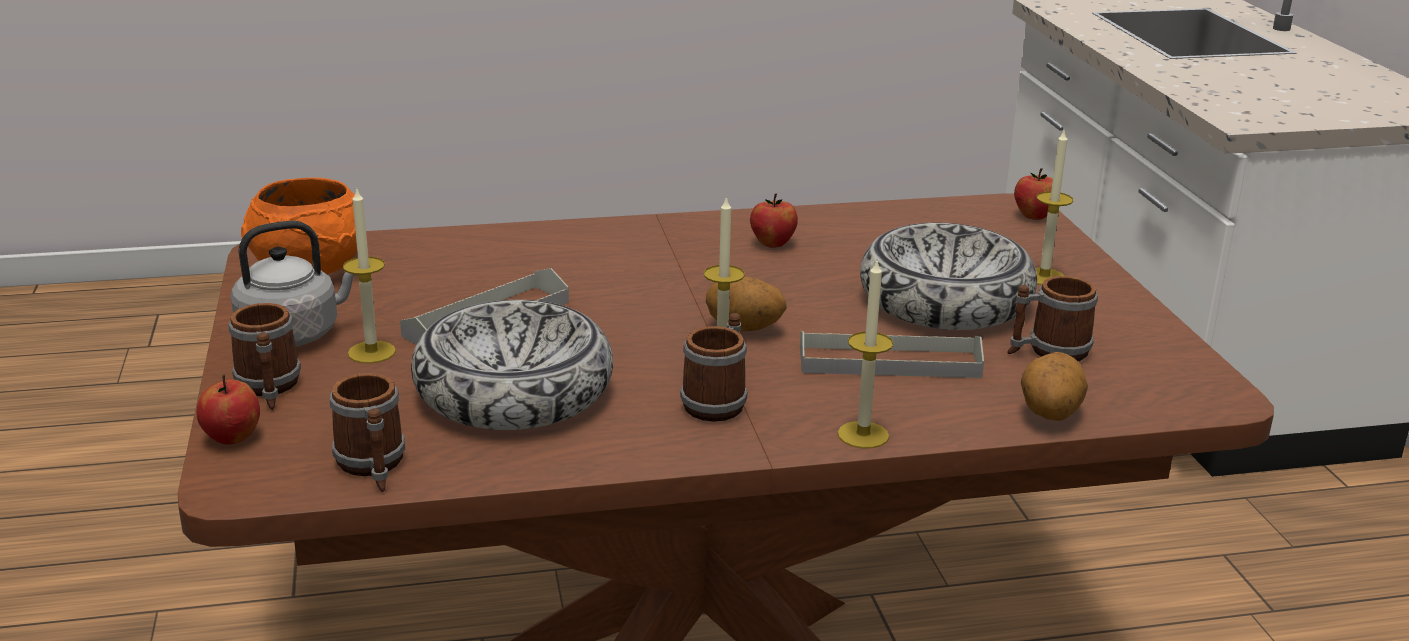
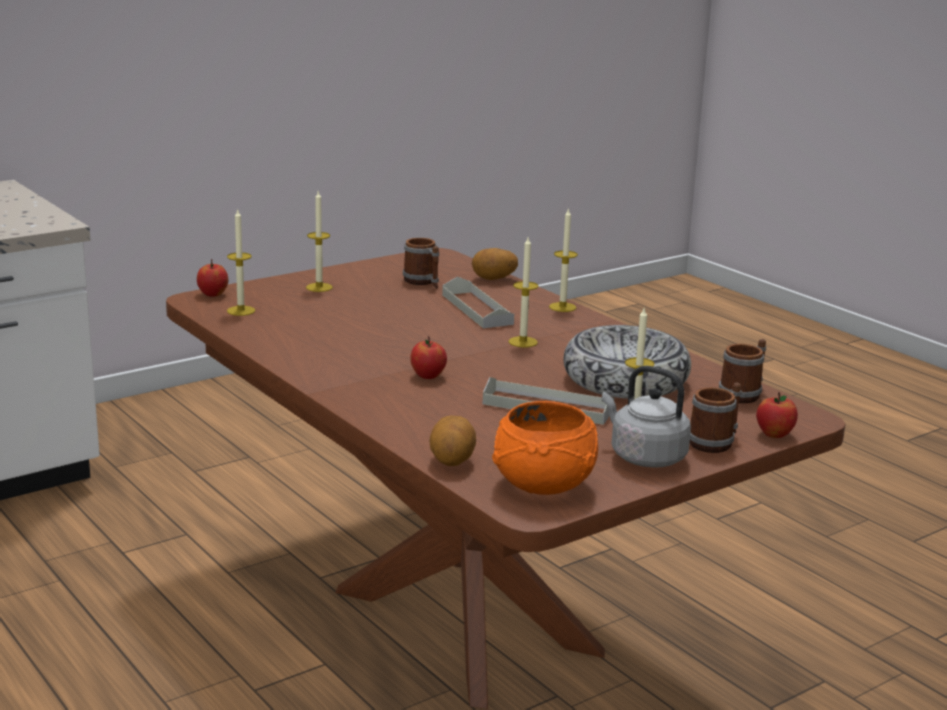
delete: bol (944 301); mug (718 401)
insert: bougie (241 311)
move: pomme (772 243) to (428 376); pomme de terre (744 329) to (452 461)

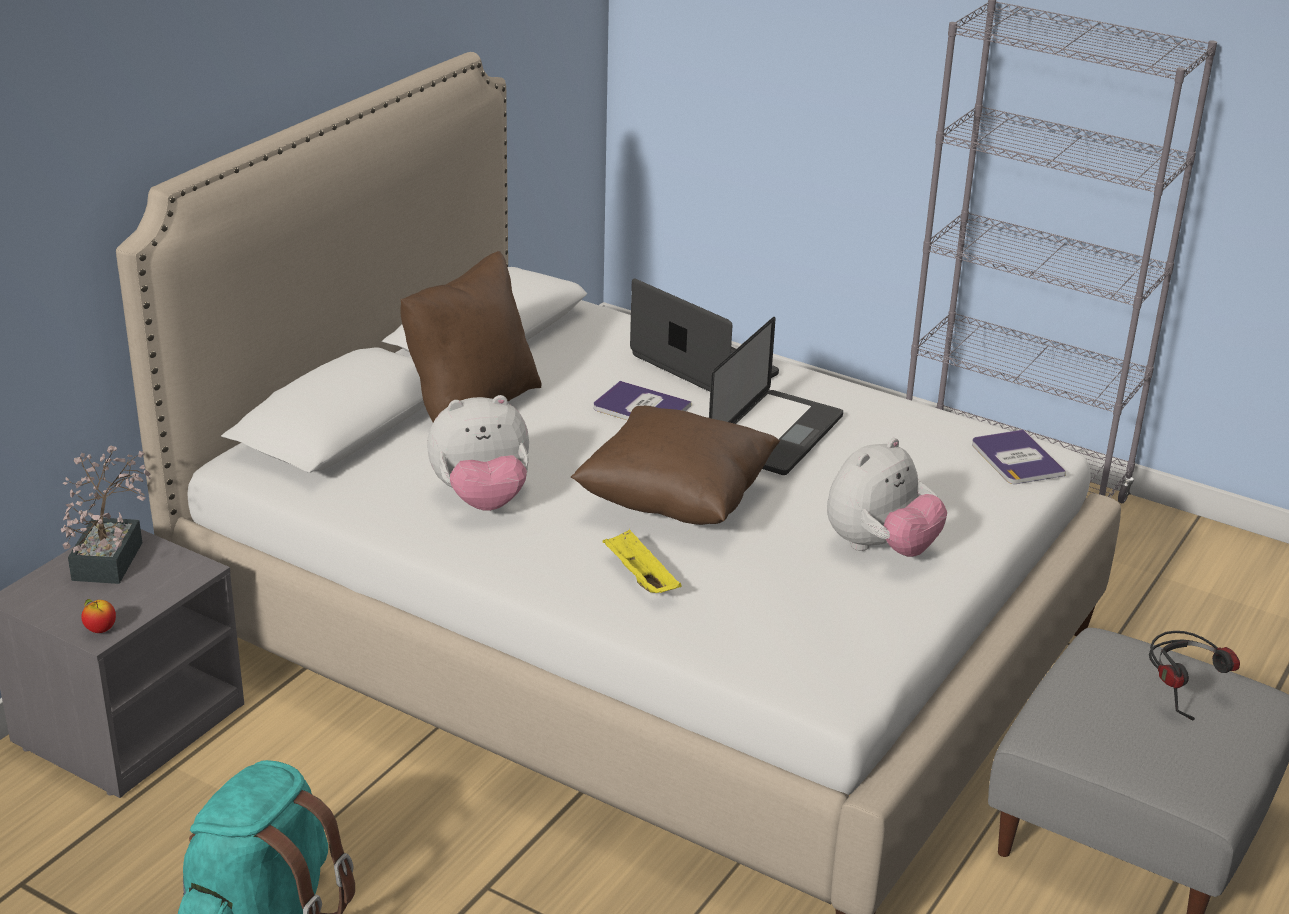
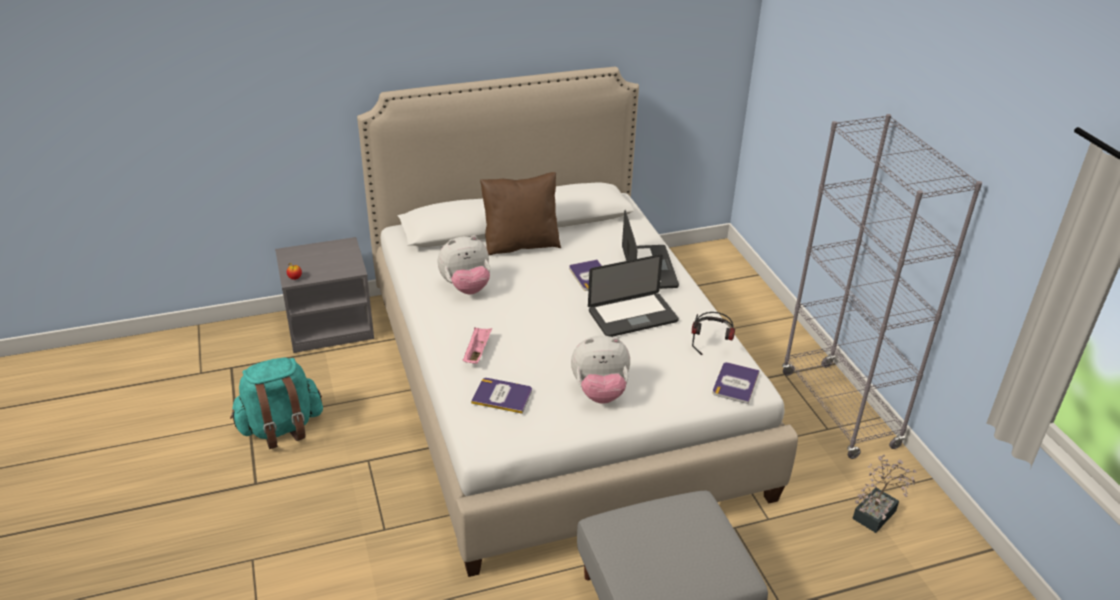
delete: coussin/marron (675 502)
insert: livre (502 396)
move: plante en pot (112 555) to (877 512); casque audio (1180 695) to (711 344)
recolor: plateau/jaune (639 578) to plateau/rose (477 352)
rotate: peluche (482 499) = (466 288) 45 degrees counterclockwise

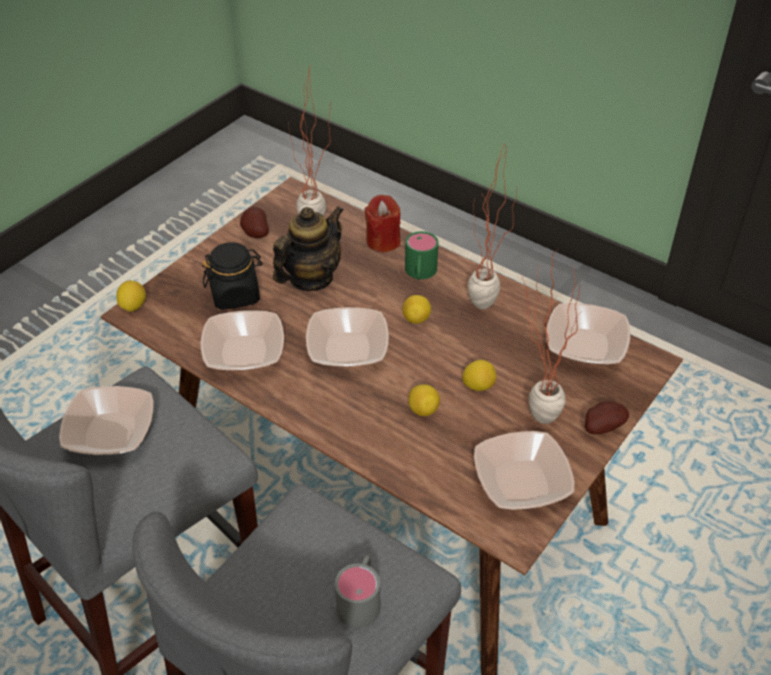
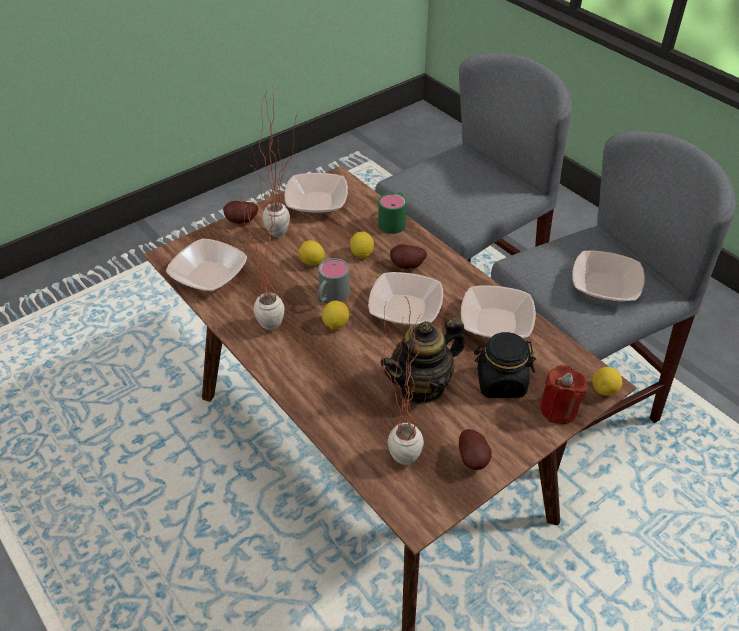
insert: pomme de terre (407 267)
move: bougie/rouge (383 241) to (558 409); mug/vert (420 273) to (394 221); mug/gris (361 598) to (330 297)

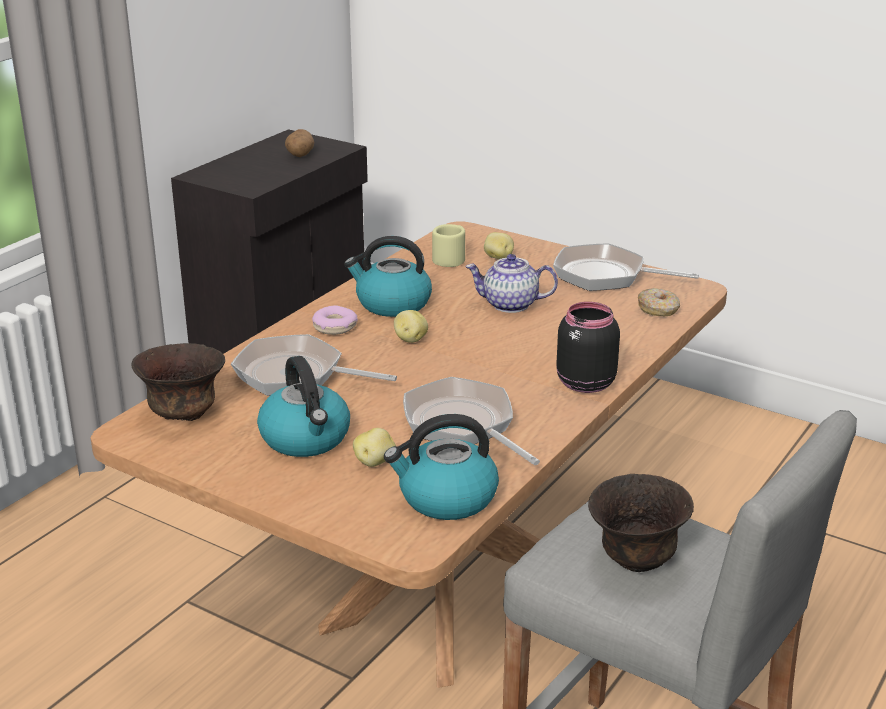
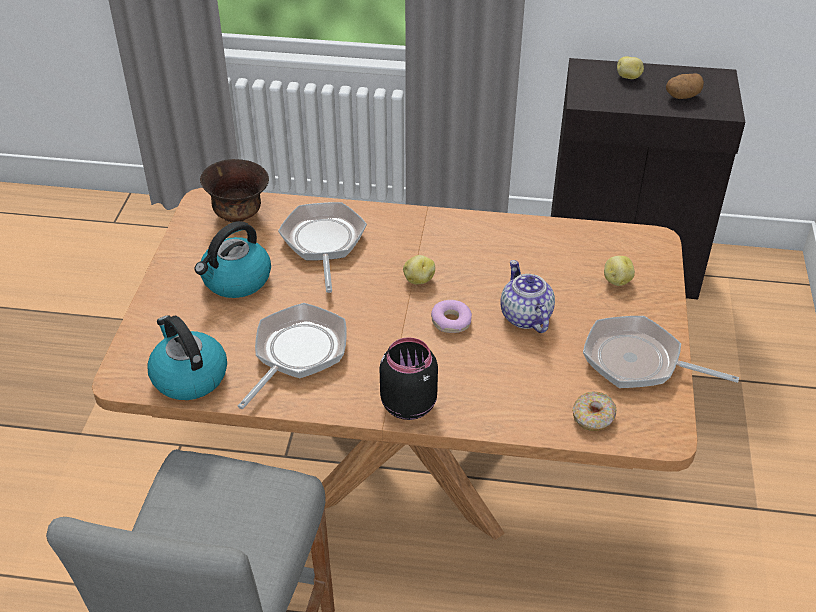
delete: mug/beige (451 258); bouilloire (392 304); bol/marron (636 560)
move: beignet (335 327) to (451 322); pomme de terre (375 462) to (628 77)
rotate: poêle (606 276) = (638 361) 60 degrees counterclockwise

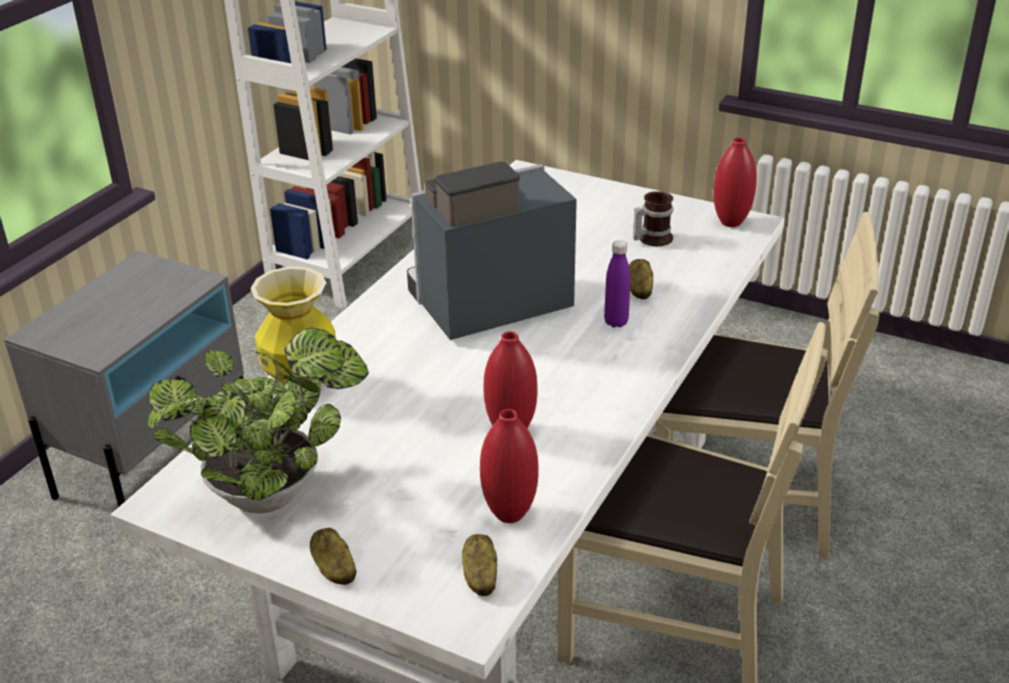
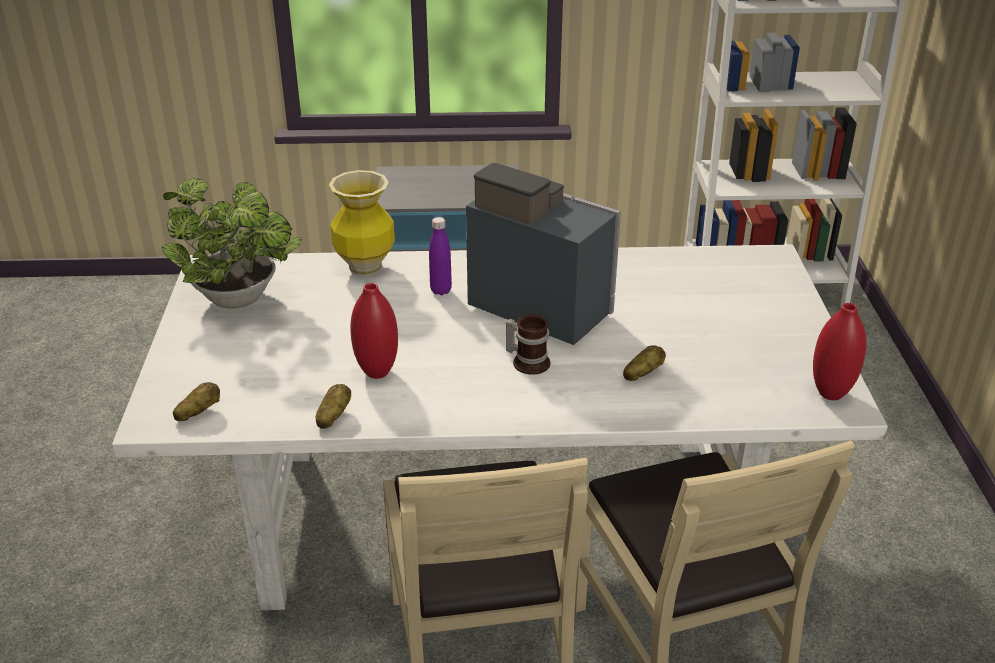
delete: vase/rouge (509 514)
move: mug (651 238) to (529 361); bouteille/violet (616 322) to (441 290); pomme de terre (334 569) to (333 417)

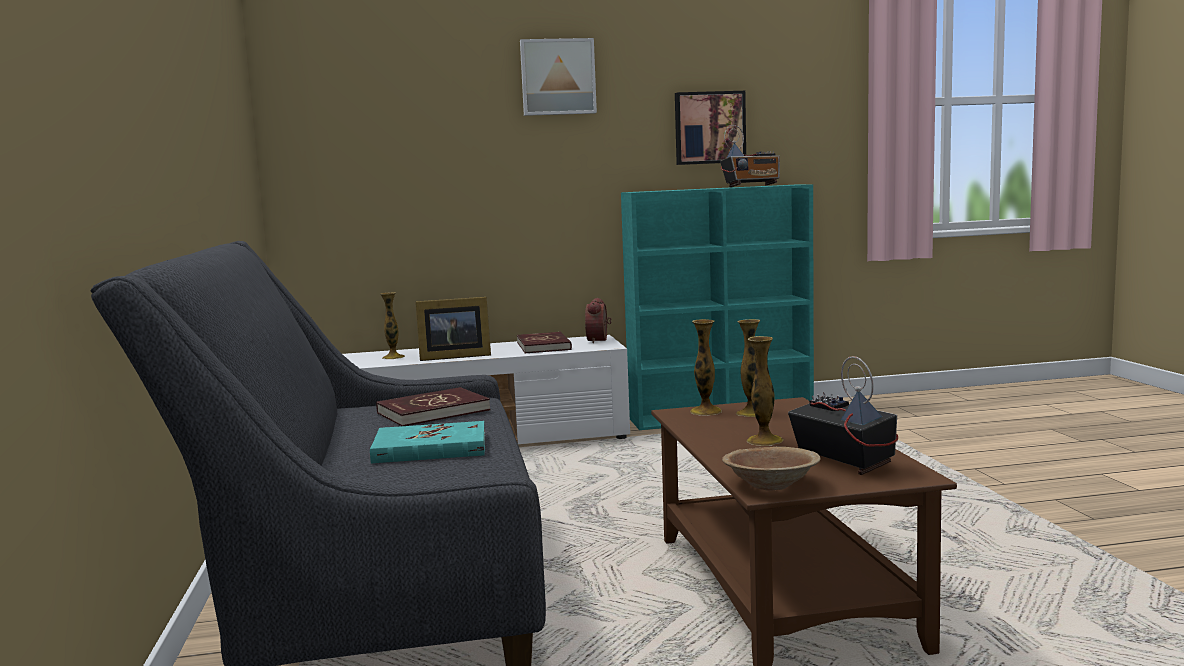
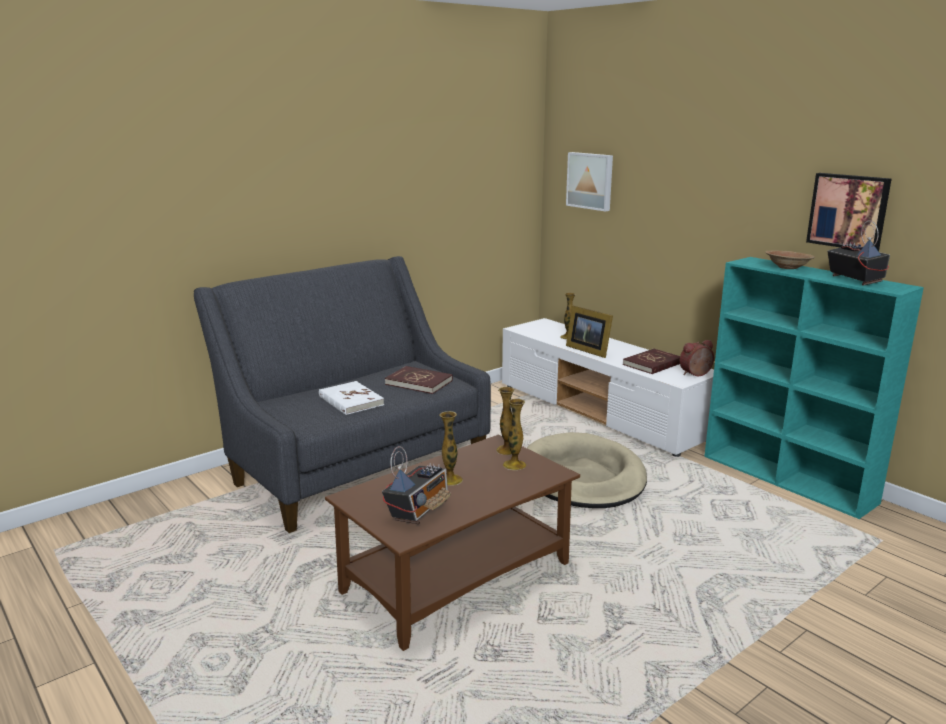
insert: panier pour chien/beige (582 477)
move: tableau (557 77) to (590 181); bol/marron (771 485) to (788 267)
recolor: livre/turquoise (430 448) to livre/blanc (350 401)
rotate: radio (752 186) = (854 280) 150 degrees counterclockwise

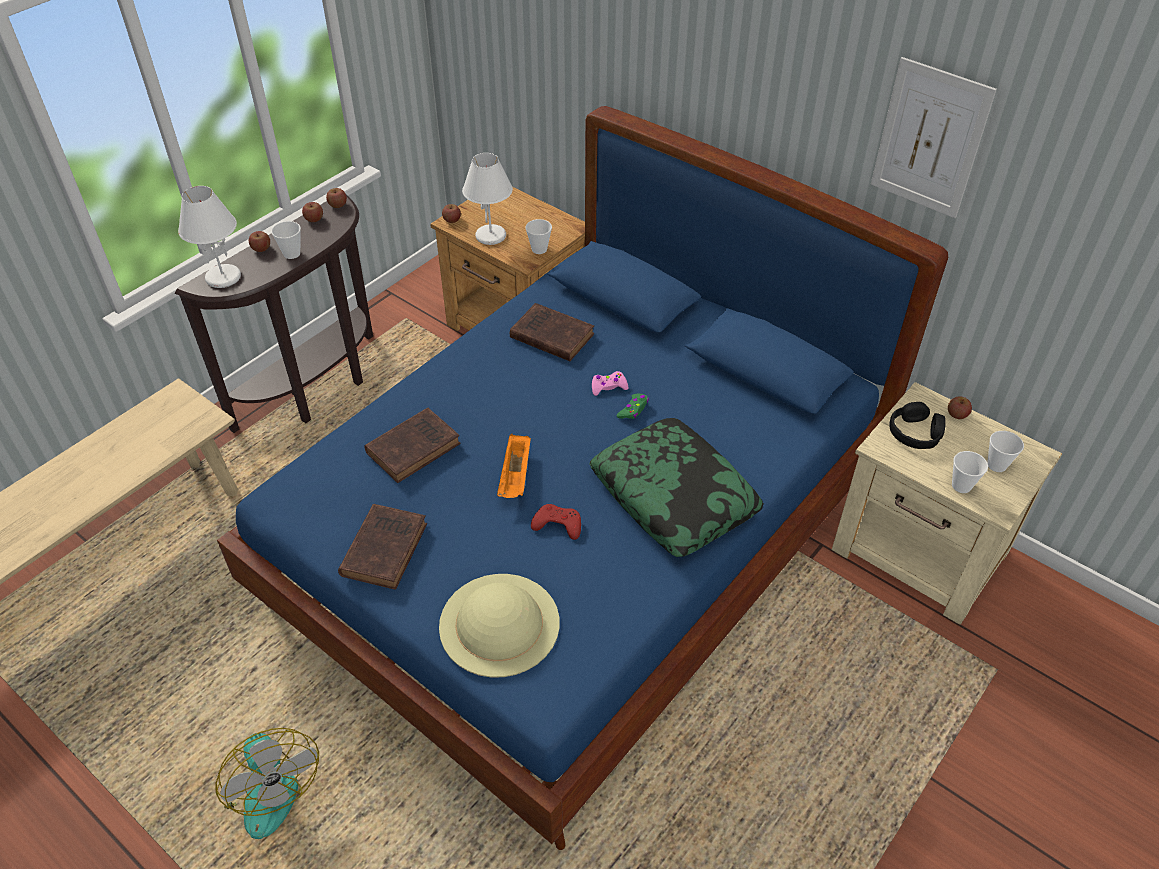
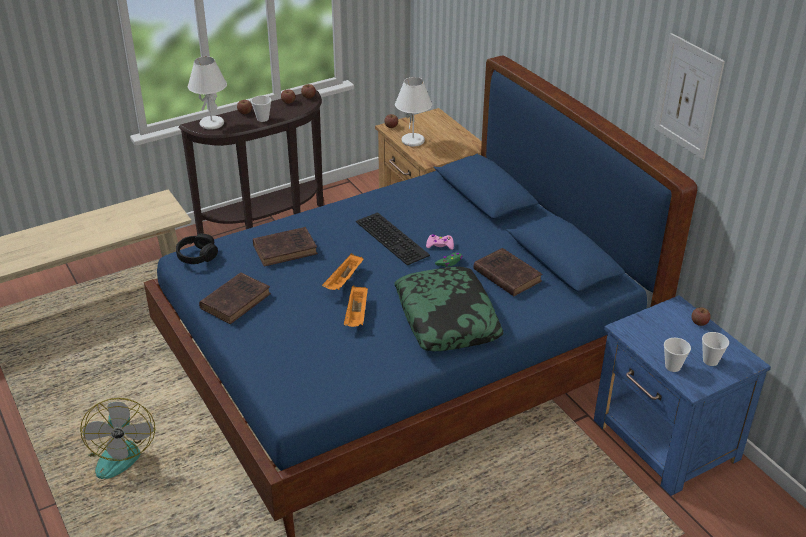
delete: tasse (539 249); chapeau/beige (499 624)
insert: clavier (394 238)
move: livre/marron (550 335) to (506 274); casque audio/noir (915 433) to (197 255)
replace: manette/rouge (557 524) to plateau/orange (356 315)
recolor: table de chevet/beige (921 553) to table de chevet/bleu (665 441)

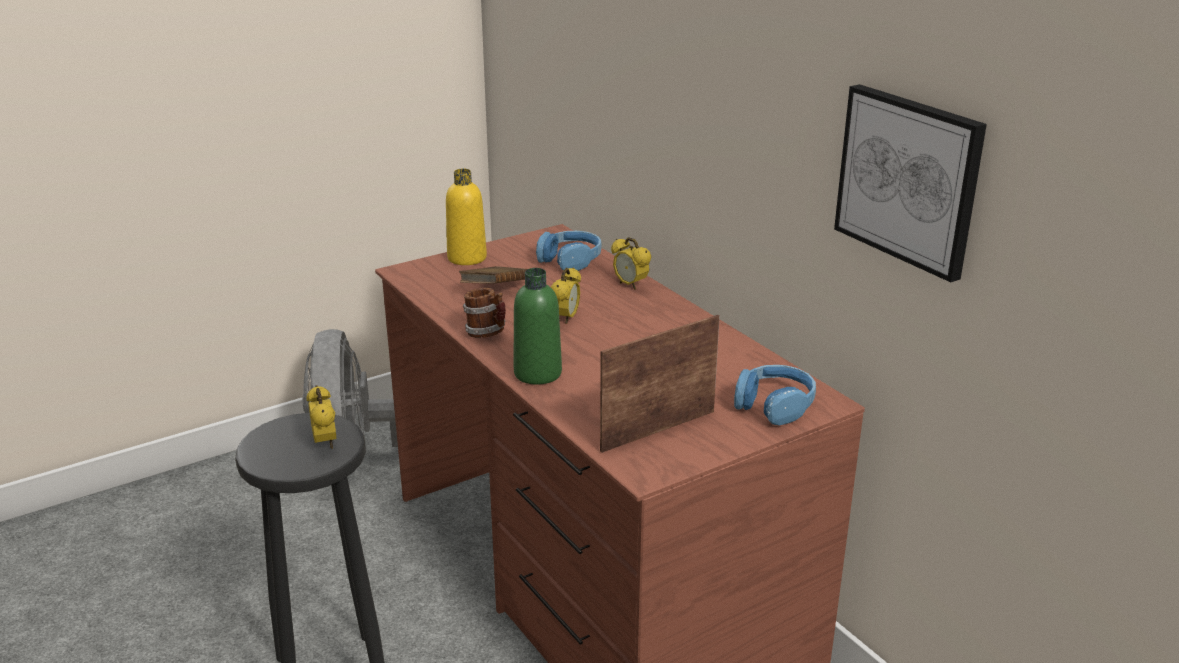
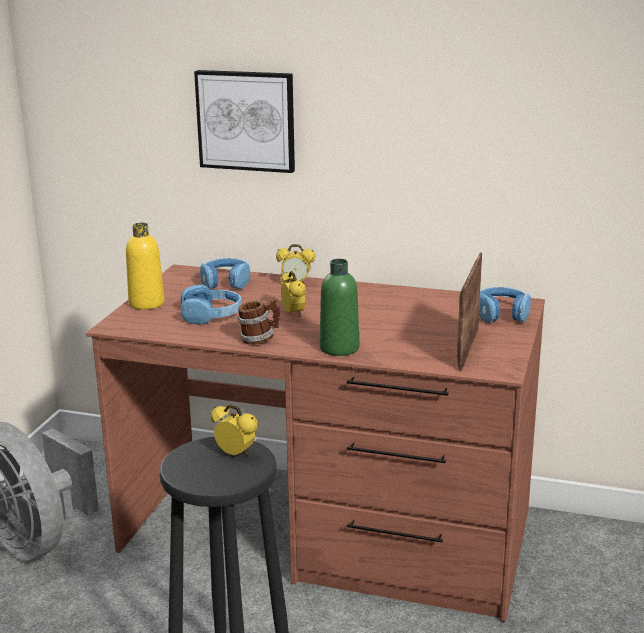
move: tableau (909 179) to (246 120)
replace: livre/marron (495 291) to casque audio/bleu (211 315)

